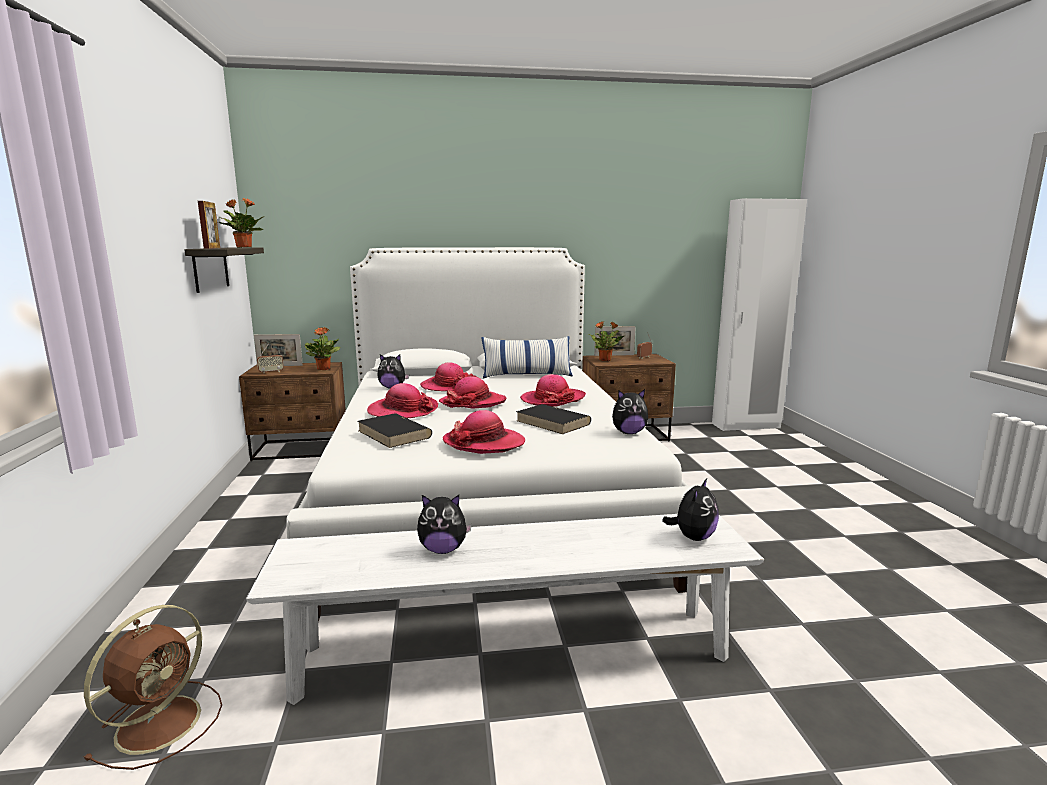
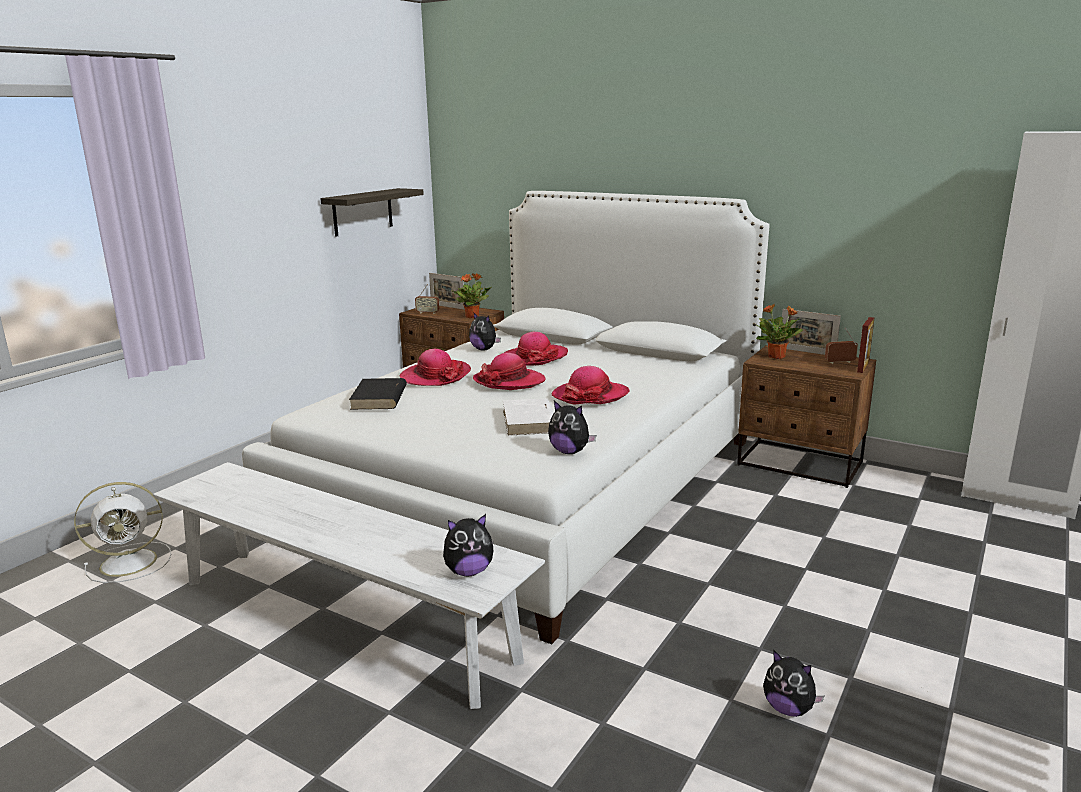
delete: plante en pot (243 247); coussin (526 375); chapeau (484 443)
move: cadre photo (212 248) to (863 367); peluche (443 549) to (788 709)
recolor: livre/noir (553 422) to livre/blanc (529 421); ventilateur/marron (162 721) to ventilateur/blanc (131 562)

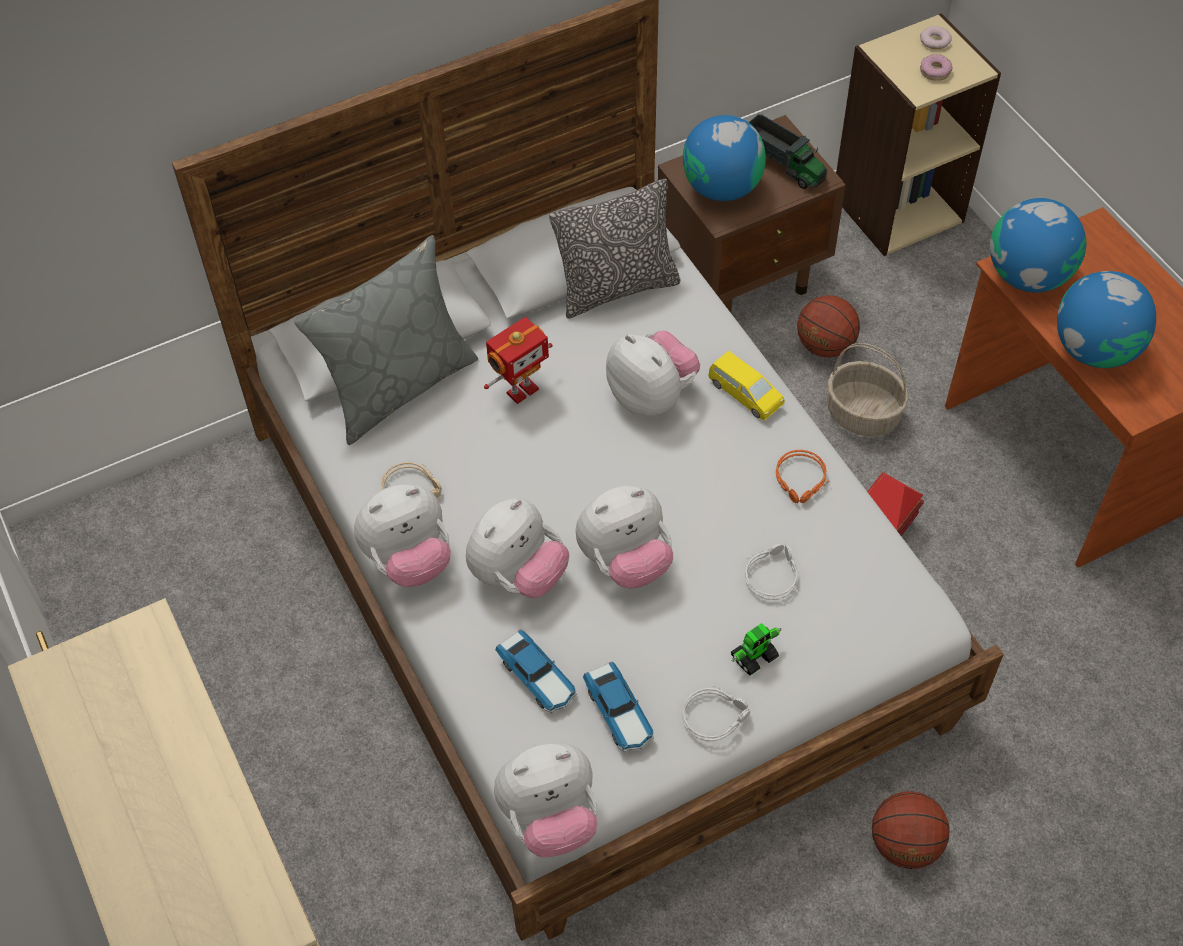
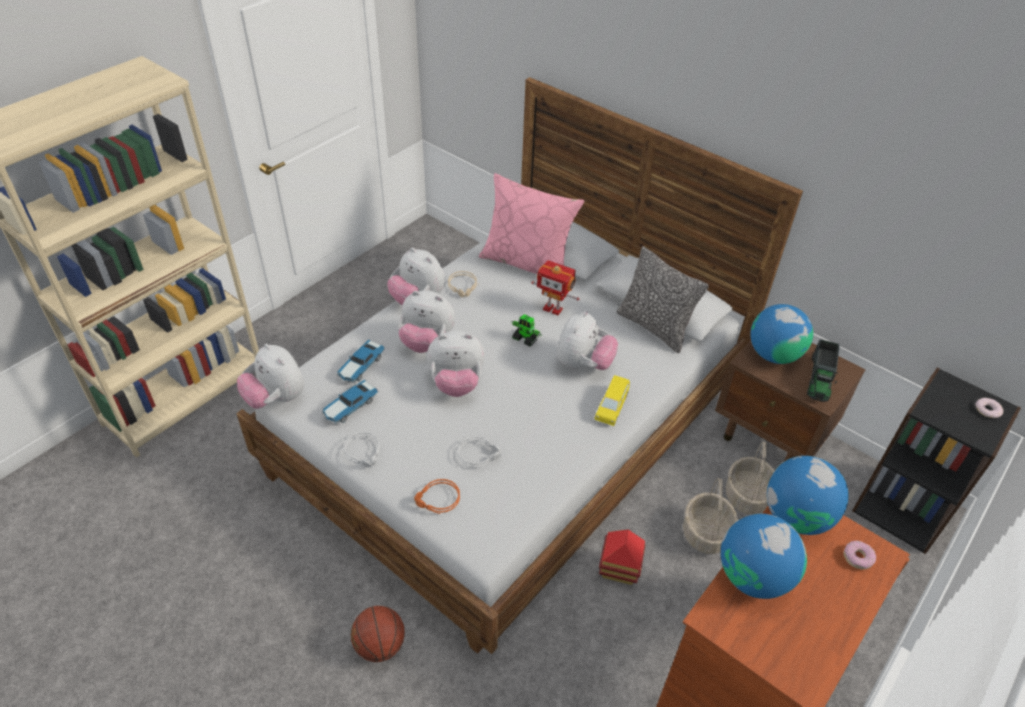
move: beignet (935 71) to (858 557); casque audio/orange (802 481) to (437 500); robot jouet (754 656) to (525 339)
replace: ballon de basket (825 346) to panier (747 496)
recolor: bibliothèque/beige (897 208) to bibliothèque/noir (902 507); coussin/gris (398 385) to coussin/rose (527 263)
rotate: peluche (625 561) = (456 383) 45 degrees counterclockwise

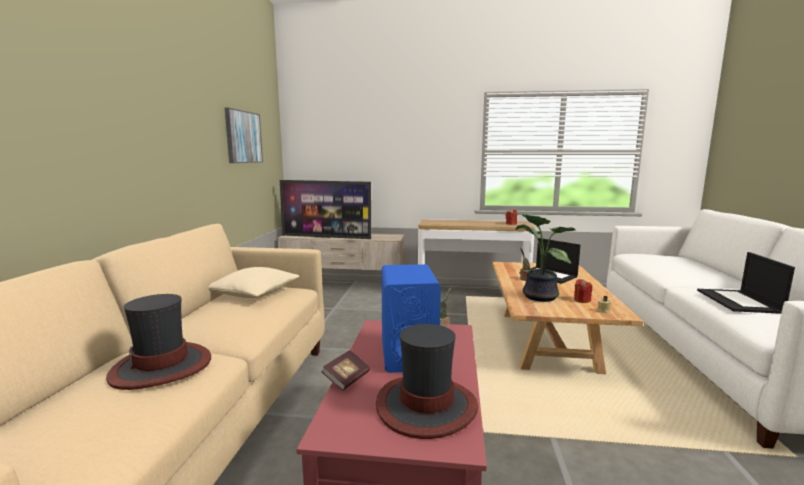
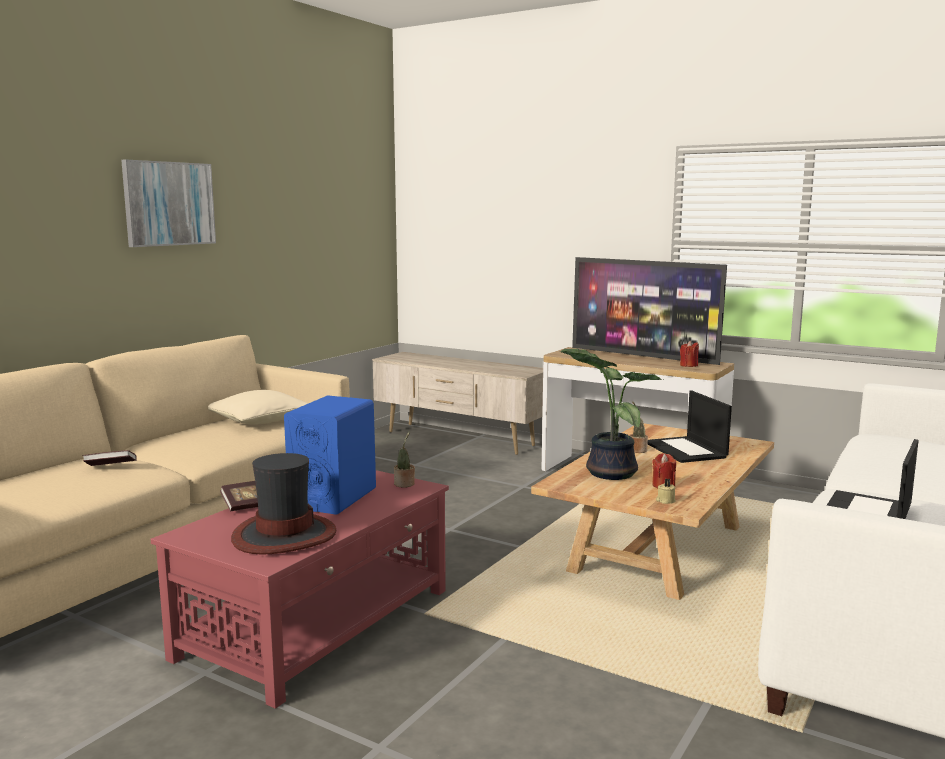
move: tableau (243 137) to (169 203); téléviseur (326 237) to (643 356)
replace: chapeau (162 366) to livre (111 467)

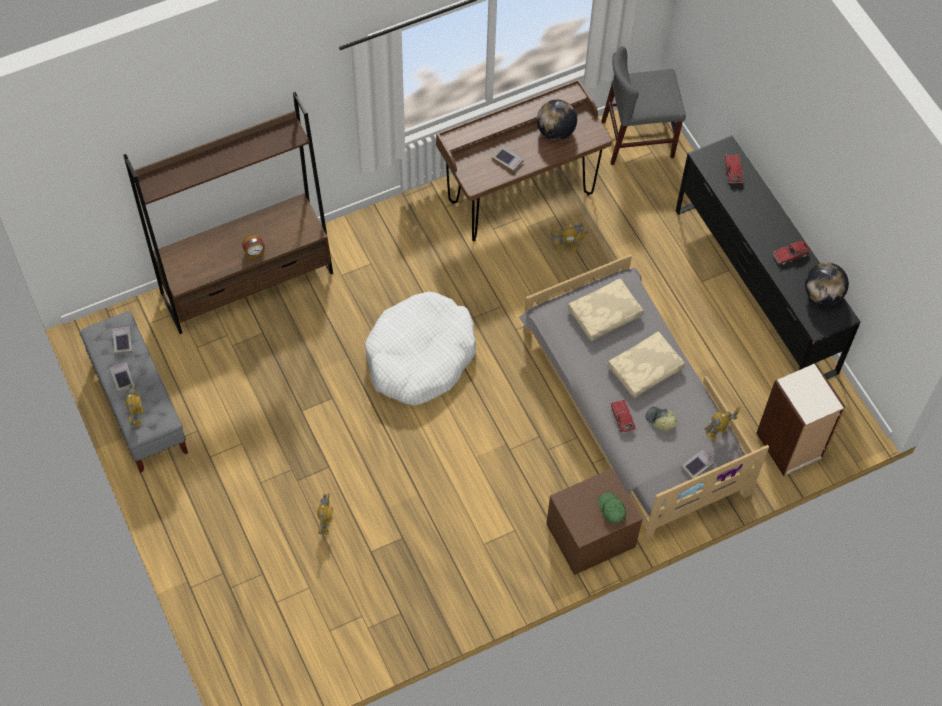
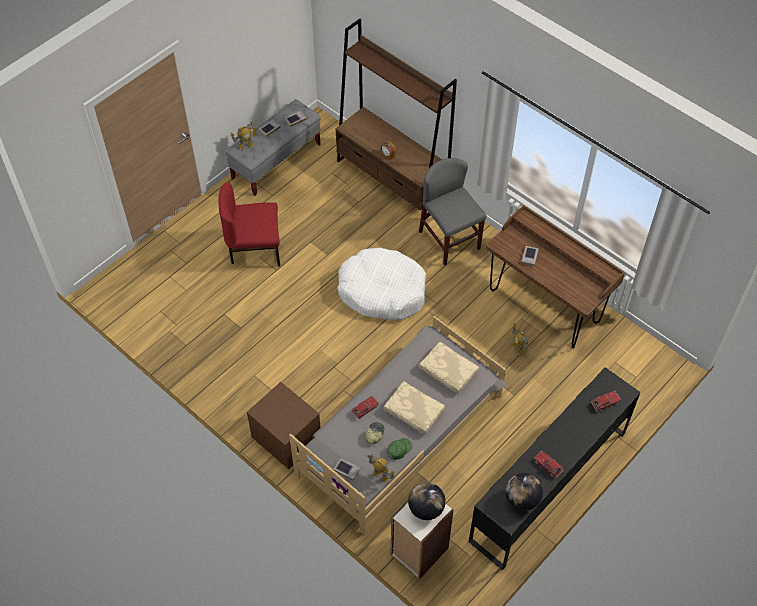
delete: robot jouet (326 525)
insert: chaise/rouge (254 249)
move: chaise/gris (637 139) to (449 240); globe (555 132) to (426 508); casquette/vert (611 509) to (399 450)

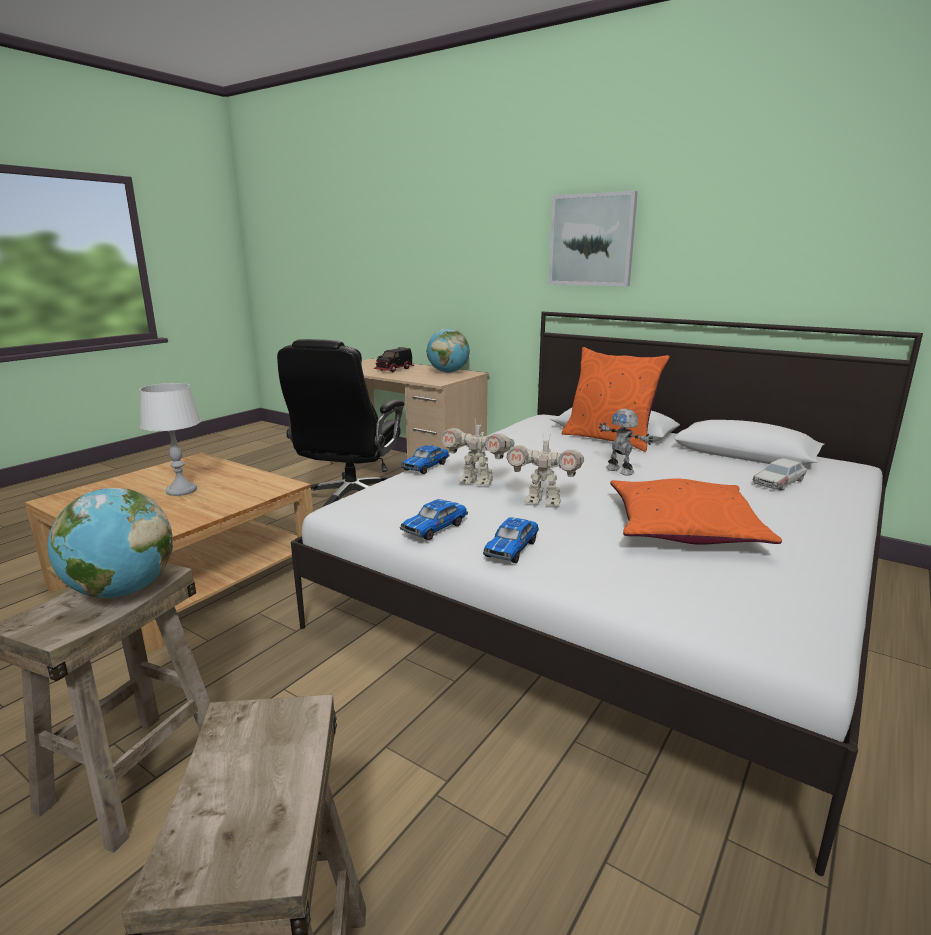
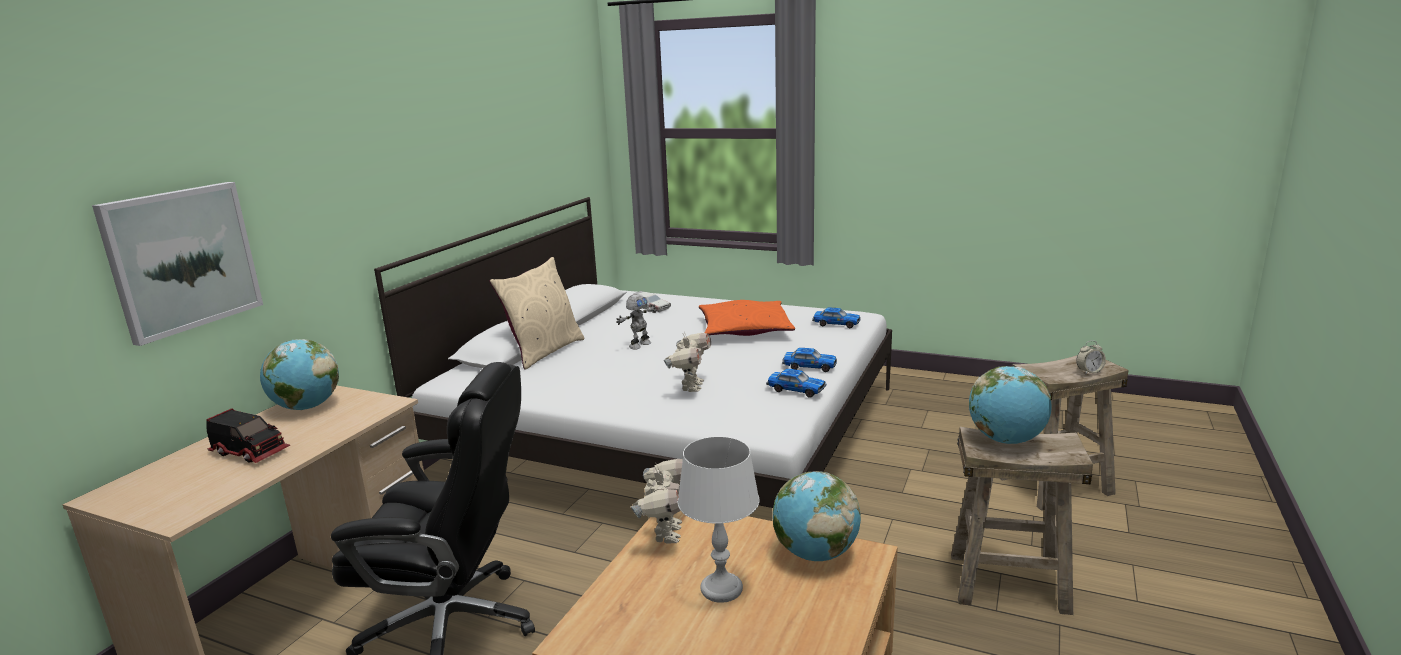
insert: réveil (1089 372); globe (815 553)
move: tableau (592 240) to (182 259); robot jouet (543 501) to (665 533); petite voiture (426 466) to (836 324)
recolor: coussin/orange (609 439) to coussin/beige (544 351)

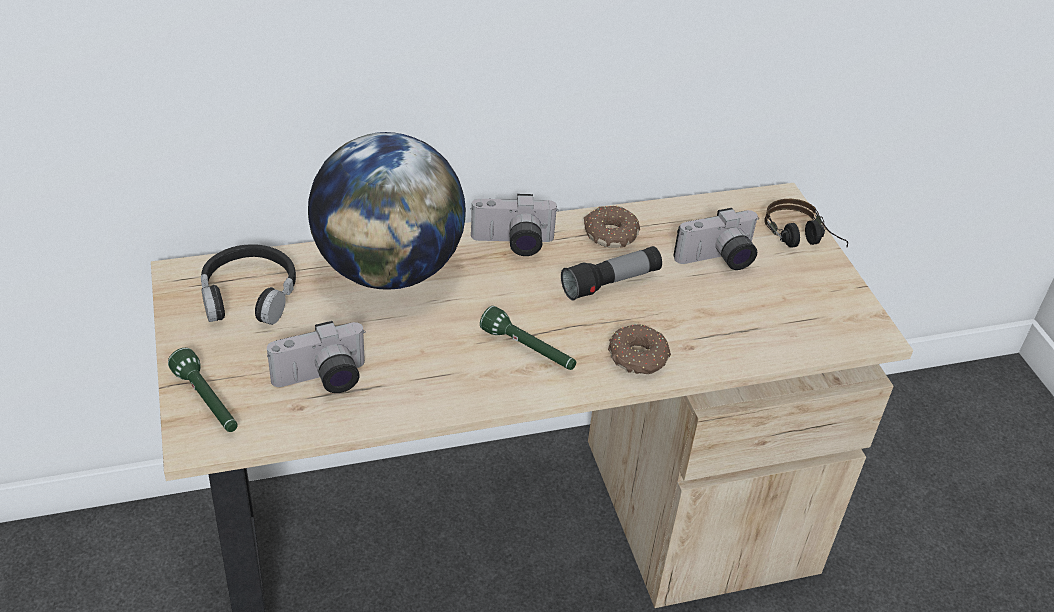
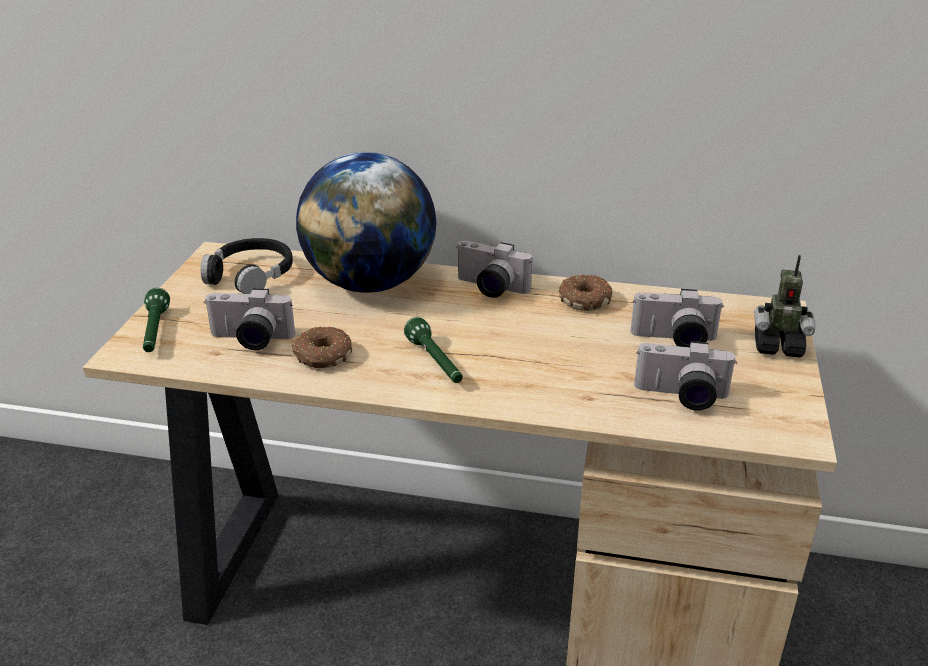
delete: lampe de poche (611 283)
insert: appareil photo (681 397)
move: beignet (638 358) to (322 356)
replace: casque audio (803 241) to robot jouet (777 346)

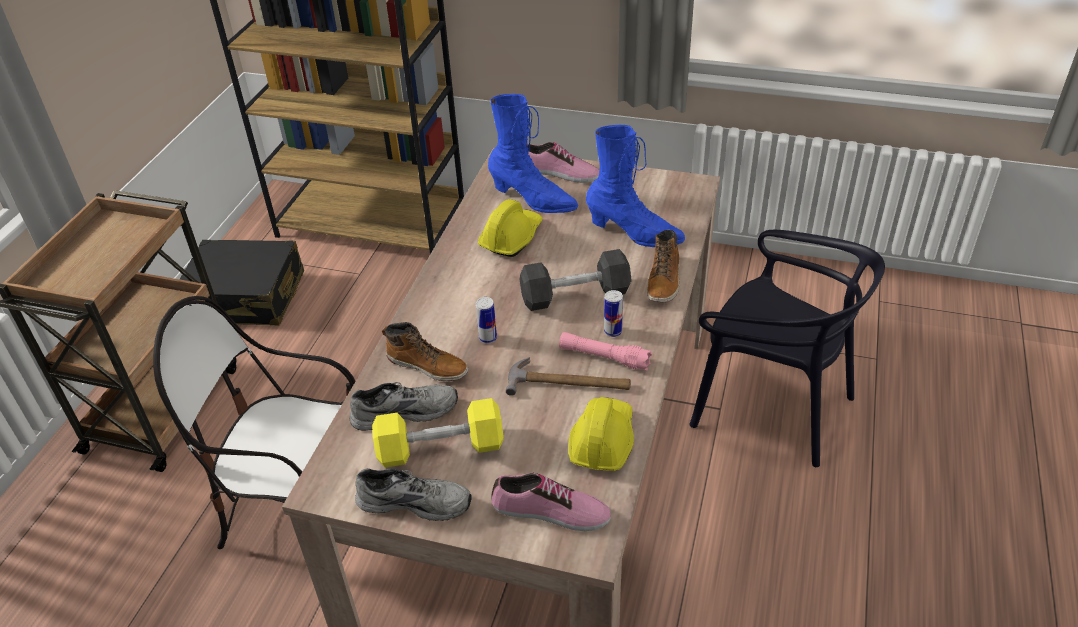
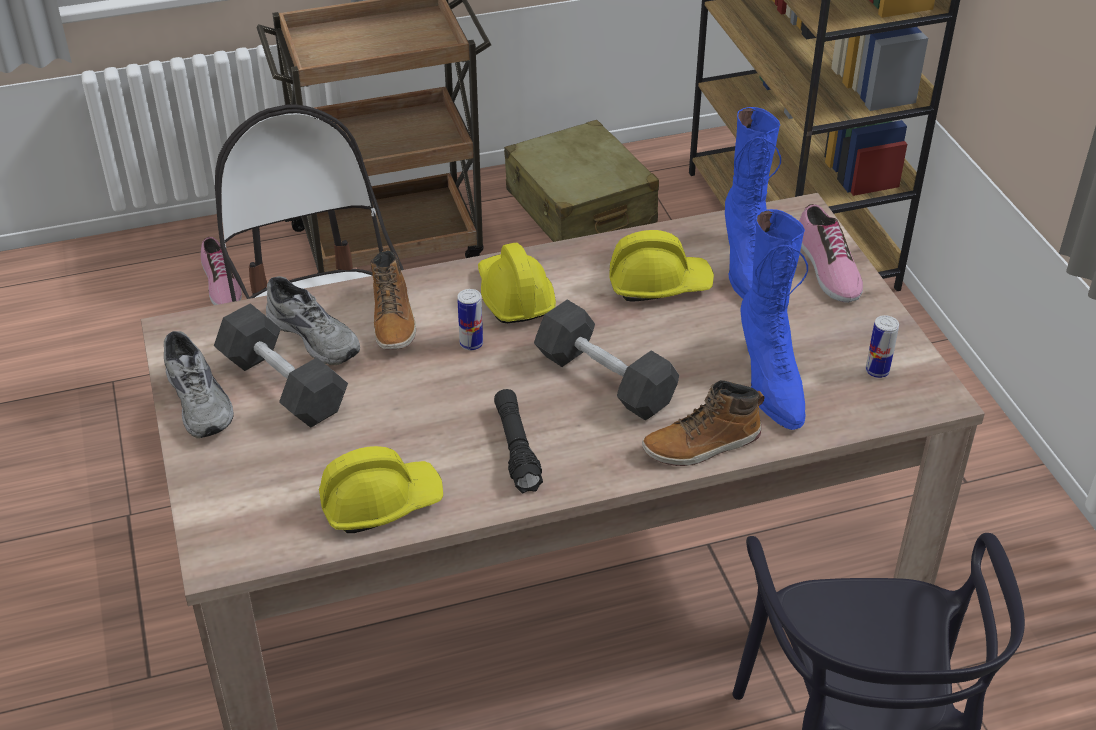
delete: marteau (569 383)
insert: casque de chantier/jaune (514 296)
move: boîte métallique (612 331) to (877 371); chaussure (550 512) to (220 284)
recolor: valise/noir (246 298) to valise/beige (580 207); lampe de poche/rose (604 357) to lampe de poche/noir (516 448); haltère/jaune (440 448) to haltère/noir (283 385)

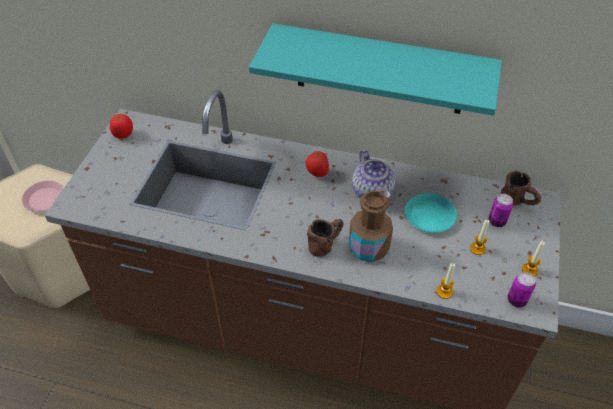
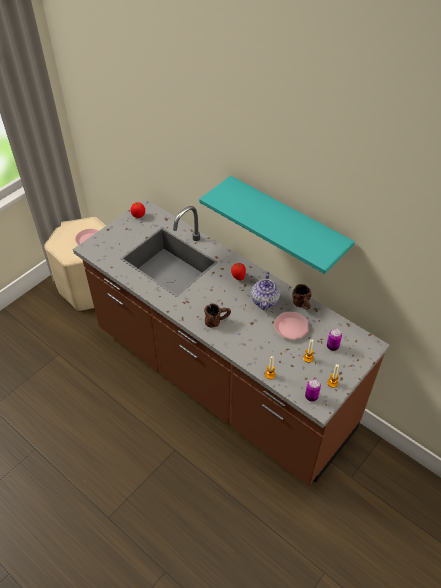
delete: bouteille/marron (368 247)
move: mug/marron (518 202) to (302 305)
recolor: assiette/turquoise (429 216) to assiette/rose (291 328)

